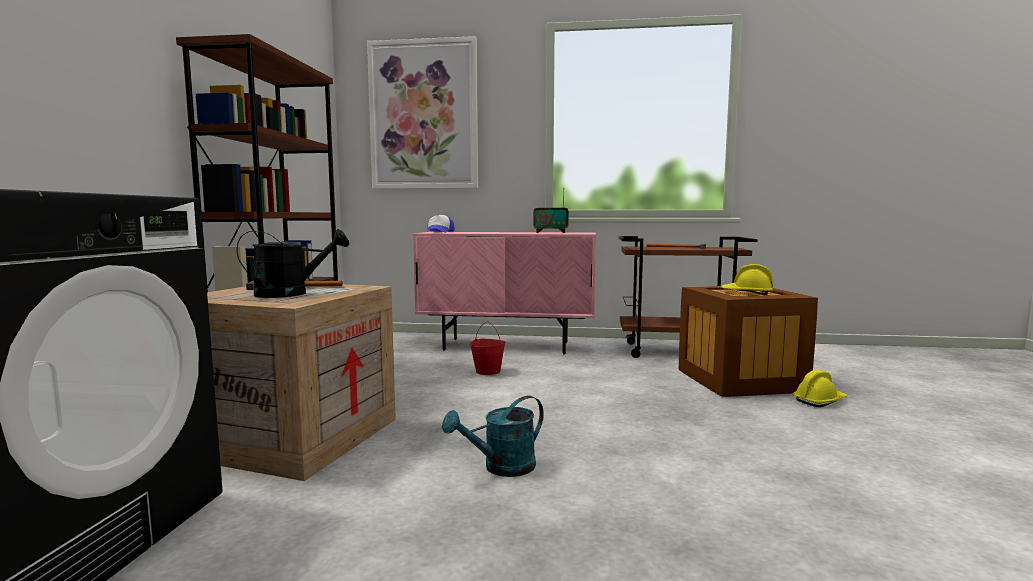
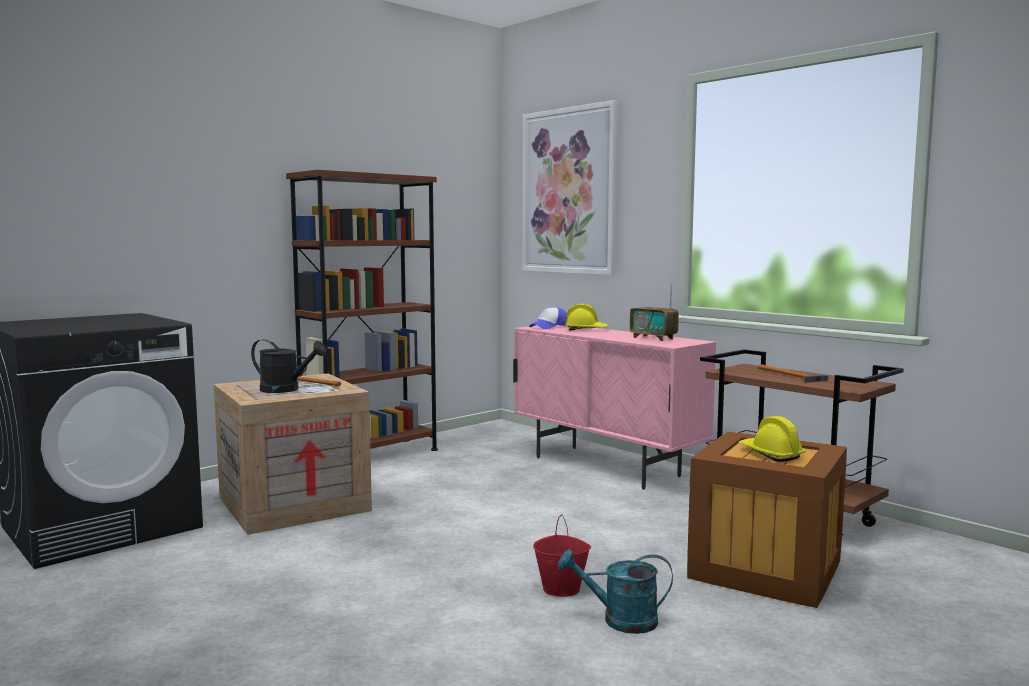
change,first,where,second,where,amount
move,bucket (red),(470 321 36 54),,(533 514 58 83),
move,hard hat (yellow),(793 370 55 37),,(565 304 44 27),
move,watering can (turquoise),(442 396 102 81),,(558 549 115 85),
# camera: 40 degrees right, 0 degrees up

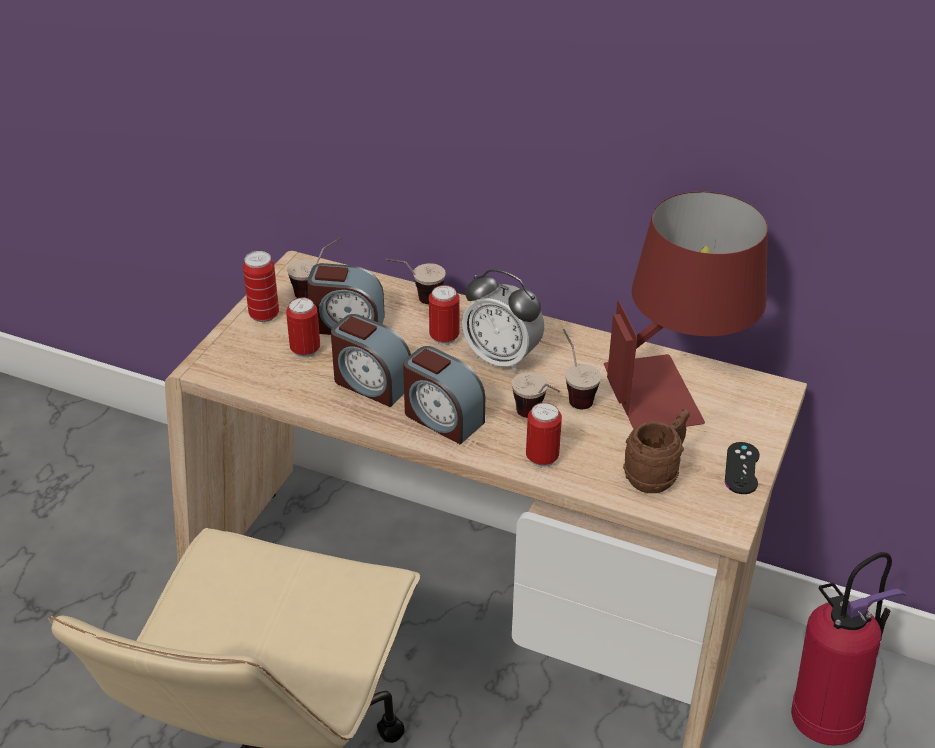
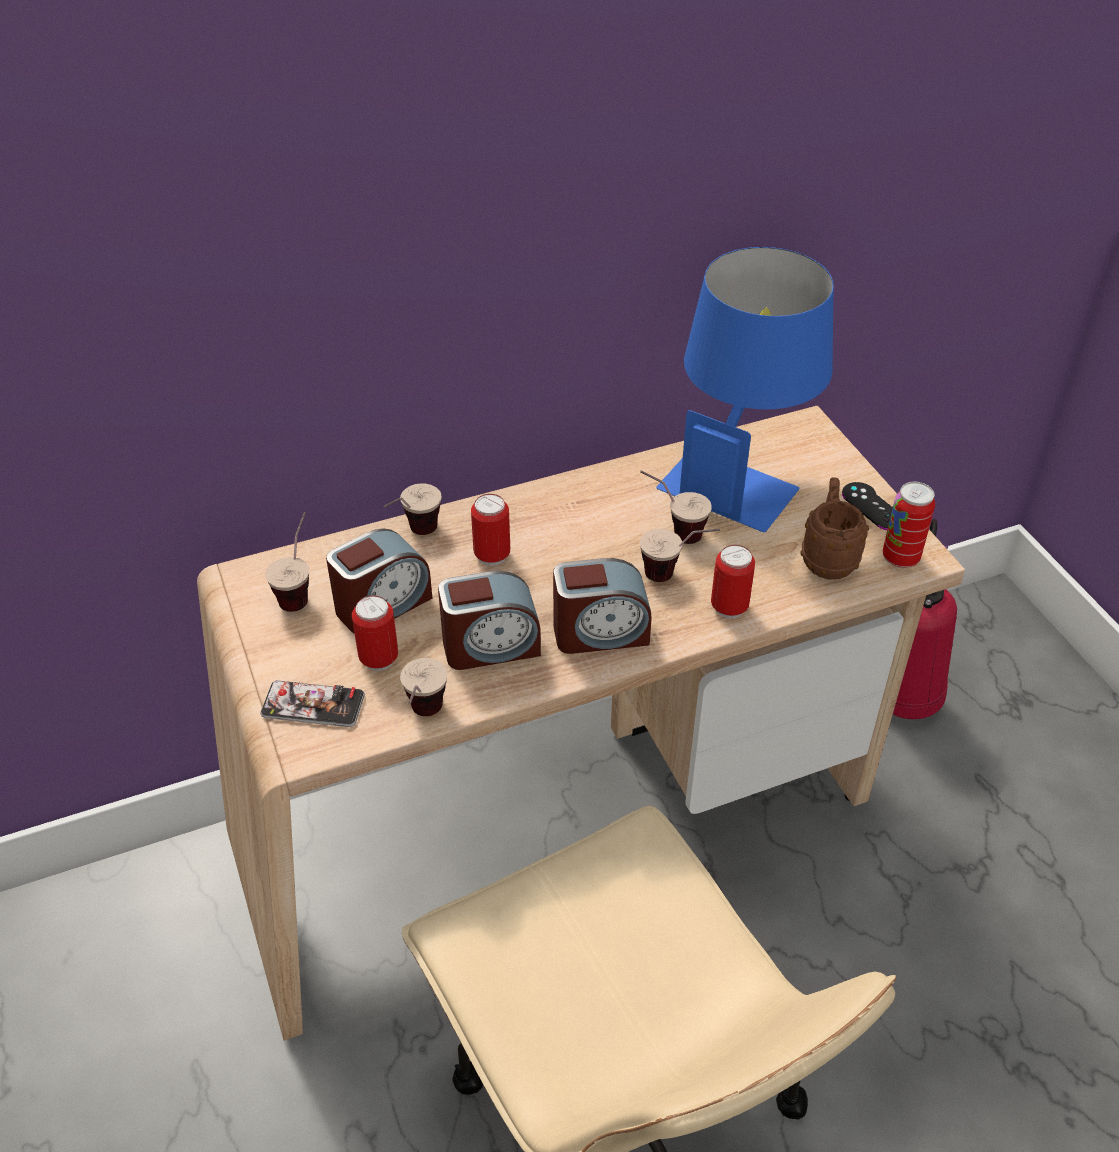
change,first,where,second,where,amount
recolor,table lamp (red),(604 191 164 238),table lamp (blue),(656 247 177 285),
move,can,(243 251 36 71),,(883 482 52 86),
delete,alarm clock,(462 269 82 104),,,
insert,,,cup,(400 658 47 58),
insert,,,phone,(260 680 105 47),
# camera: 45 degrees left, 5 degrees up

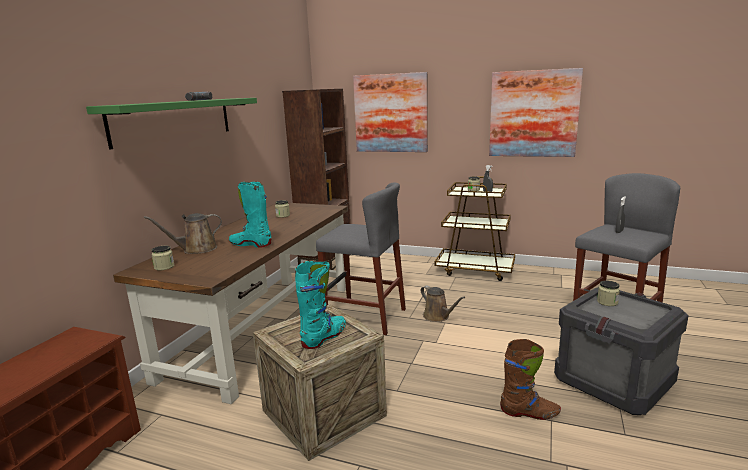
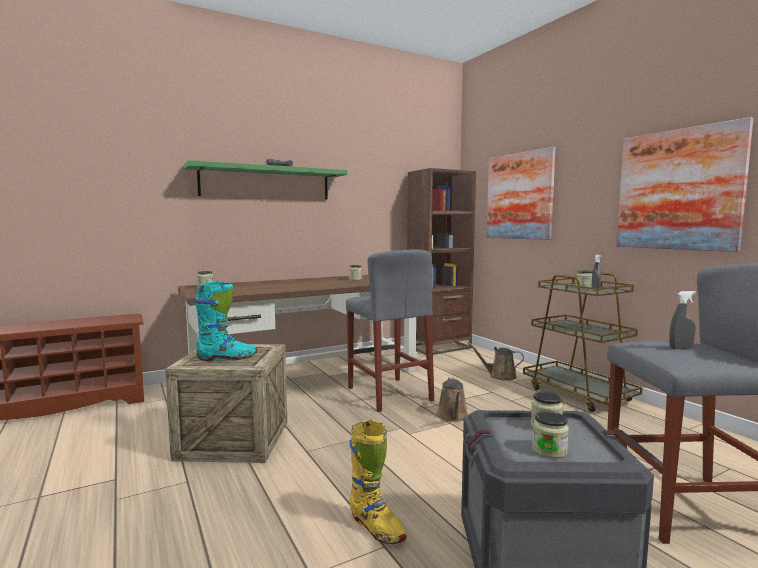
change,first,where,second,where,amount
delete,boot (turquoise),(229 182 42 66),,,
move,watering can (brown),(144 213 78 41),,(467 343 57 38),
recolor,boot (brown),(500 339 61 81),boot (yellow),(349 420 58 124),
insert,,,jar,(532 411 37 47),
# camera: 40 degrees right, 10 degrees down

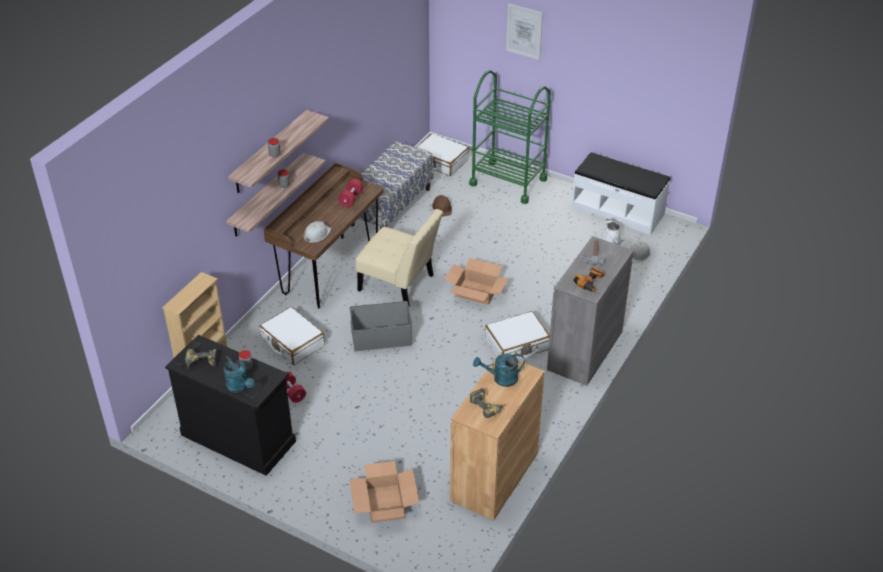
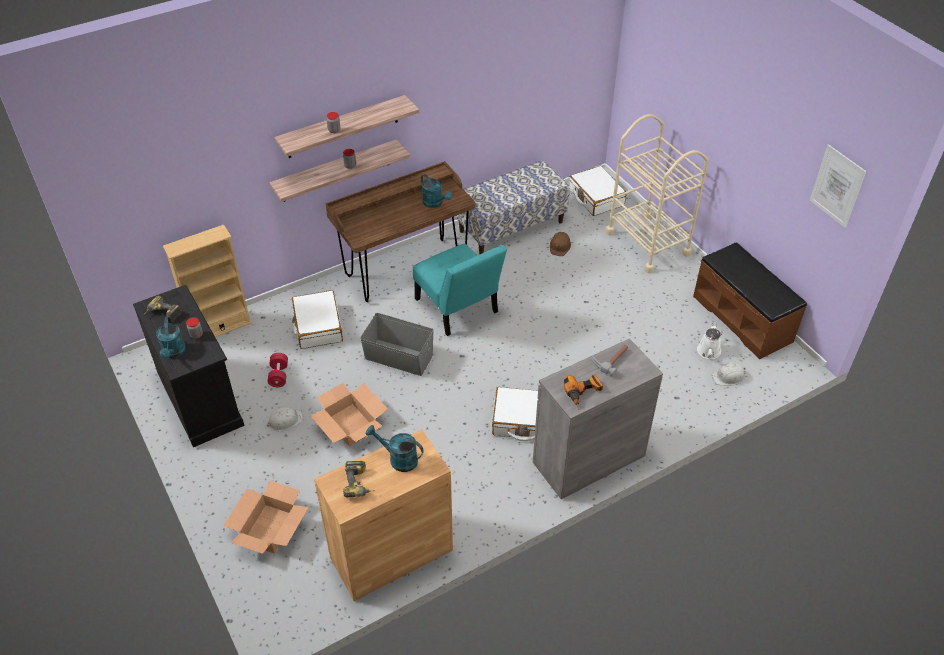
change,first,where,second,where,amount
move,picture,(506 4 37 56),,(810 144 56 83),
recolor,cart (green),(469 70 82 134),cart (beige),(605 114 104 159),
recolor,bench (white),(571 152 99 83),bench (brown),(693 242 114 118),
replace,dumbbell (red),(338 179 25 28),watering can (turquoise),(421 174 31 34),
recolor,chair (beige),(356 209 87 97),chair (turquoise),(413 244 94 92),
move,hard hat (white),(304 221 27 22),,(267 407 37 24),
move,cardboard box,(444 258 65 47),,(310 383 78 64),
# camera: 30 degrees right, 5 degrees up

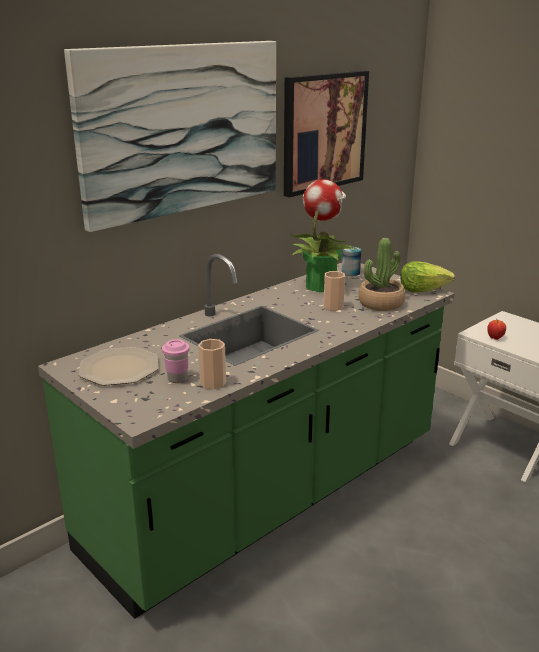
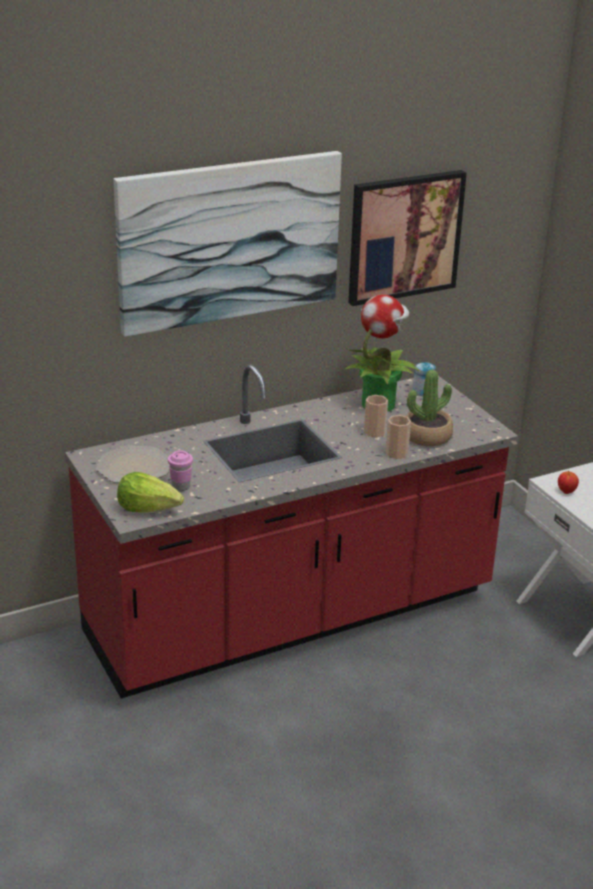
change,first,where,second,where,amount
recolor,counter (green),(38 254 416 365),counter (red),(65 365 453 333),
move,lettuce,(400 261 55 31),,(117 472 67 41),
move,cup,(198 339 28 50),,(385 415 26 44),
# camera: 15 degrees right, 5 degrees up

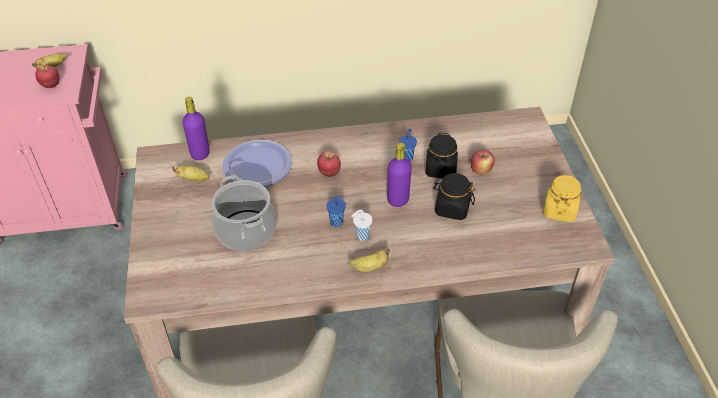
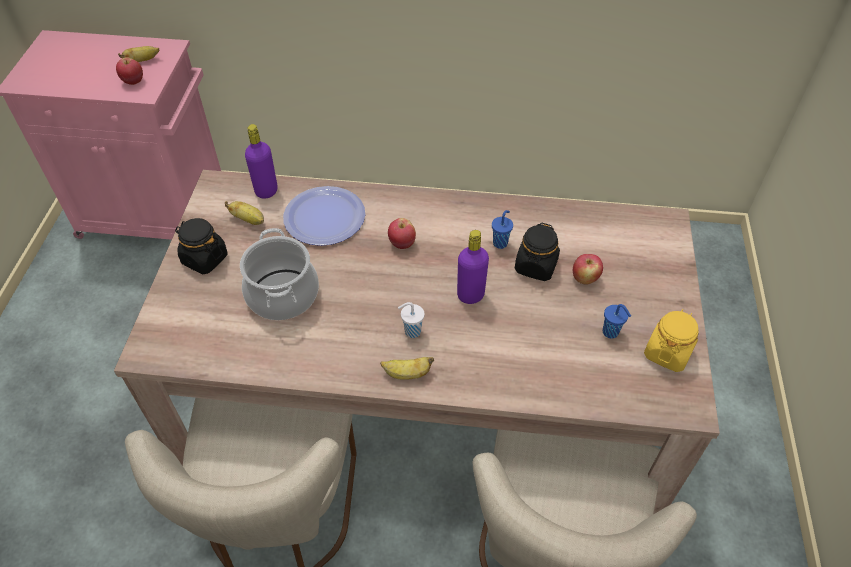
change,first,where,second,where,amount
move,jar (black),(433 173 42 47),,(175 218 52 56),
move,cup (blue),(326 196 20 31),,(603 304 28 34),
# camera: 15 degrees right, 5 degrees up

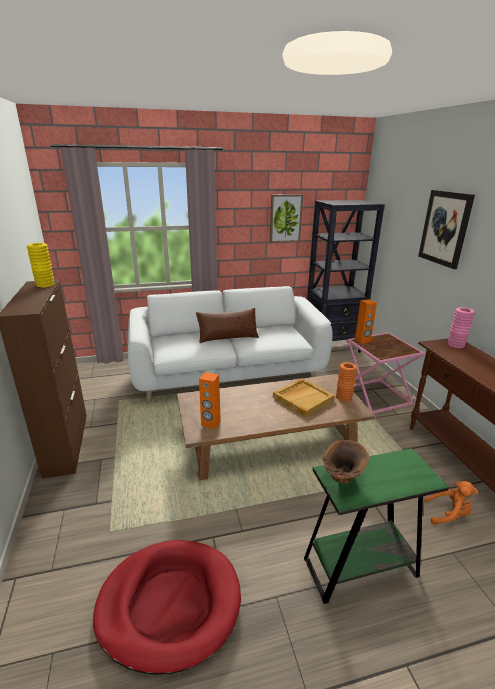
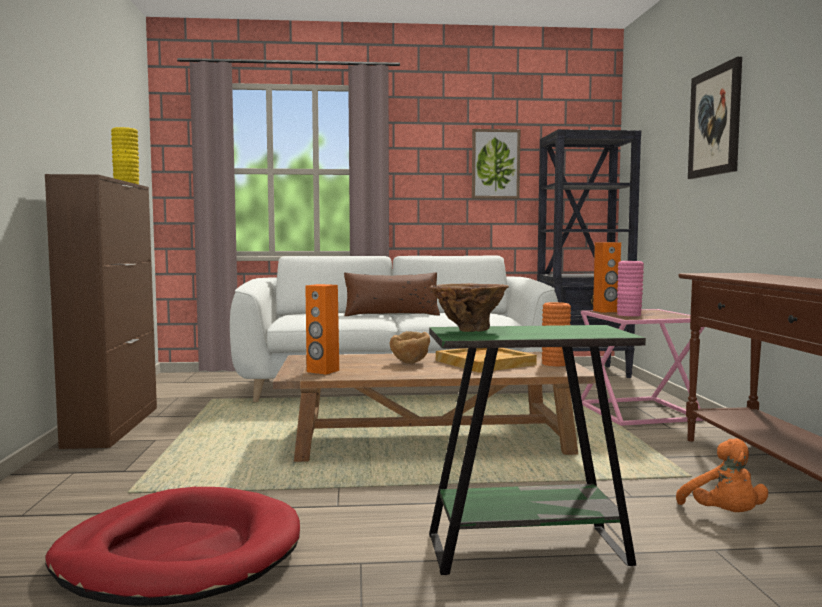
change,first,where,second,where,amount
move,vase (pink),(447 307 28 41),,(617 261 27 55),
rotate,plush toy (orange),(424 481 54 44),,(676 438 92 74),60 degrees clockwise
insert,,,bowl (brown),(390 331 40 33),
# camera: 10 degrees right, 20 degrees down

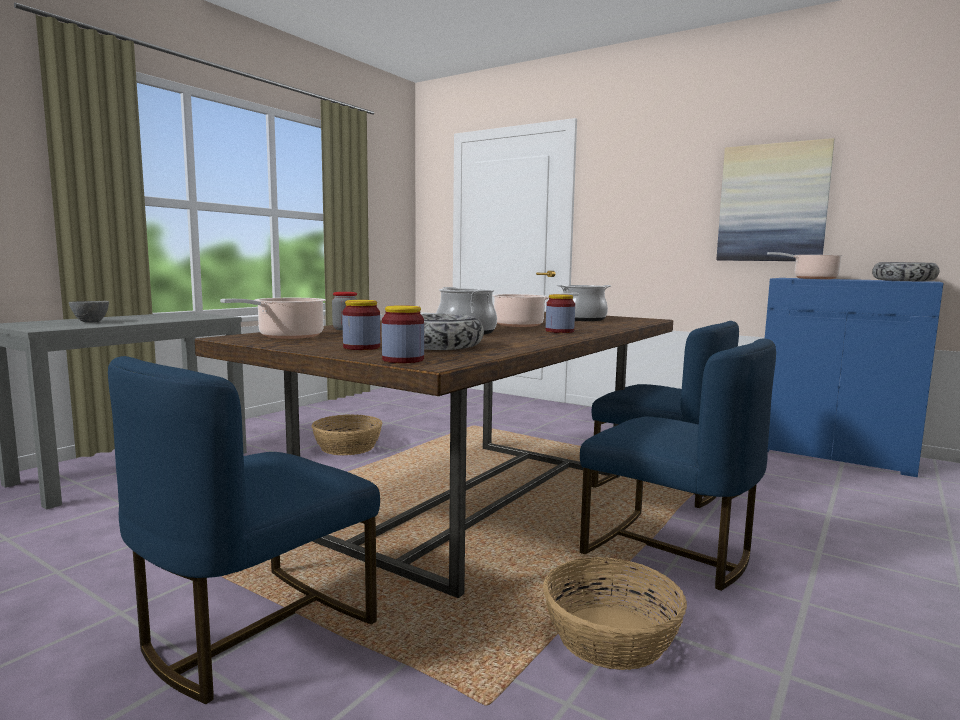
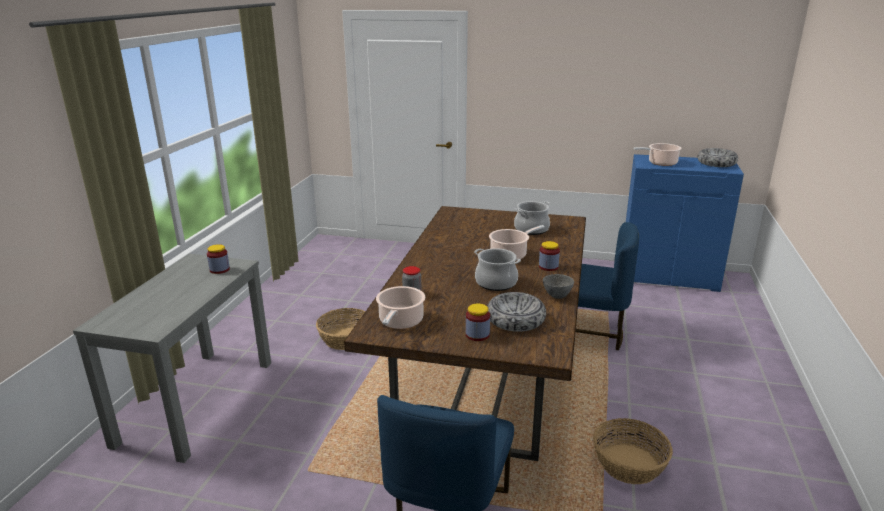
change,first,where,second,where,amount
delete,picture,(717 138 118 123),,,
move,bowl (grey),(69 301 40 21),,(543 274 31 25),
move,jar,(382 305 42 58),,(207 244 23 30),
delete,chair (blue),(580 339 196 252),,,
# camera: 20 degrees left, 15 degrees up

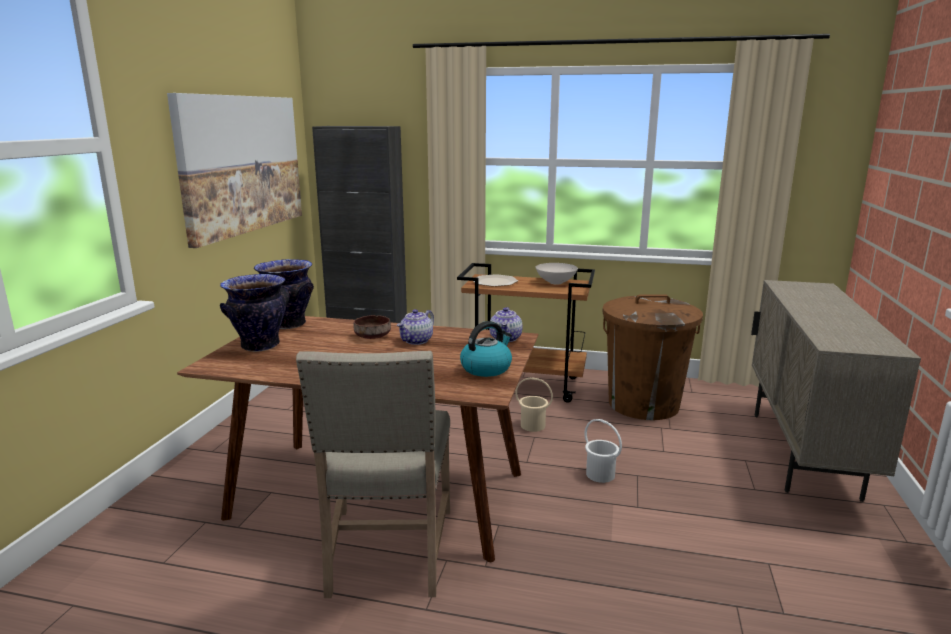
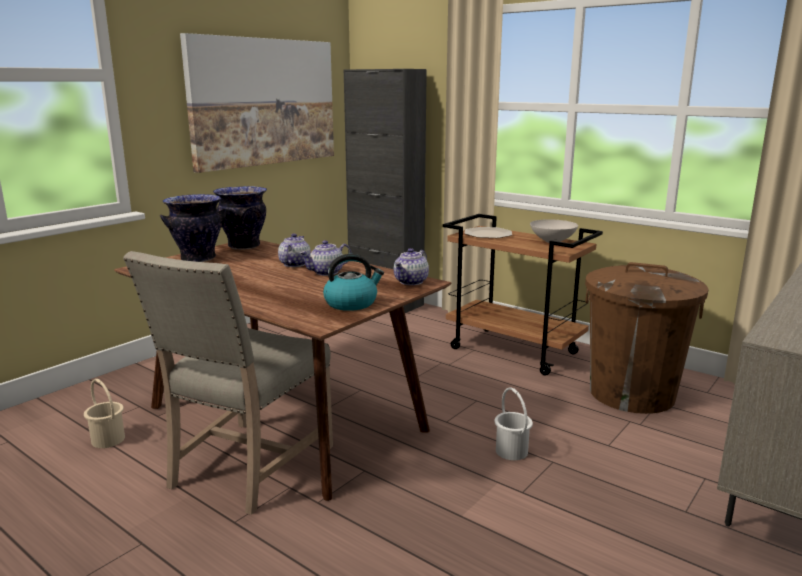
change,first,where,second,where,amount
replace,bowl (brown),(354 315 37 24),teapot,(278 234 33 33),
move,bucket (beige),(515 377 38 55),,(84 379 41 69),
# camera: 25 degrees right, 0 degrees up

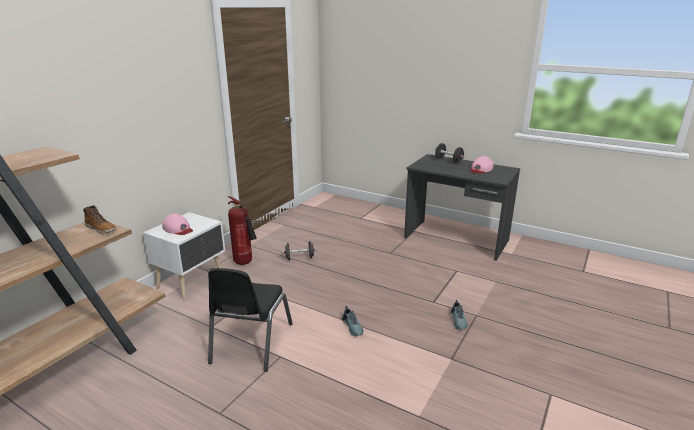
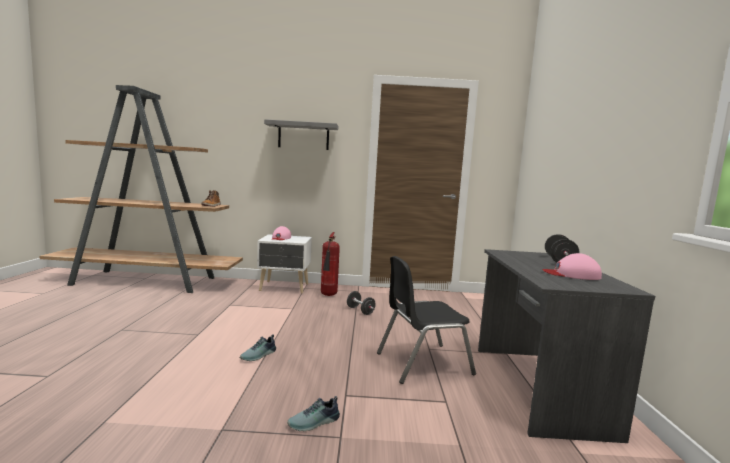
change,first,where,second,where,amount
move,chair (black),(208 268 85 104),,(377 256 99 128),
insert,,,shelf (grey),(264 119 74 31),
# camera: 60 degrees right, 15 degrees down

